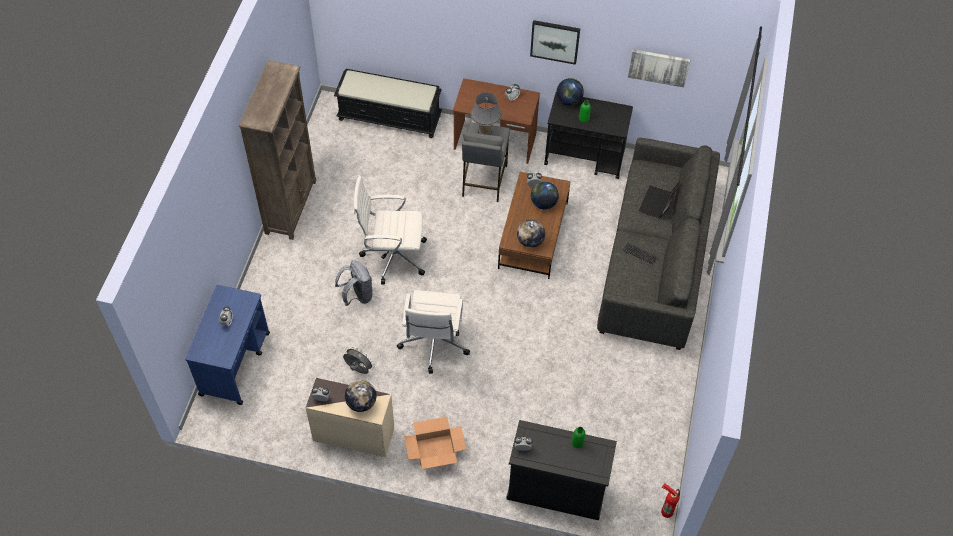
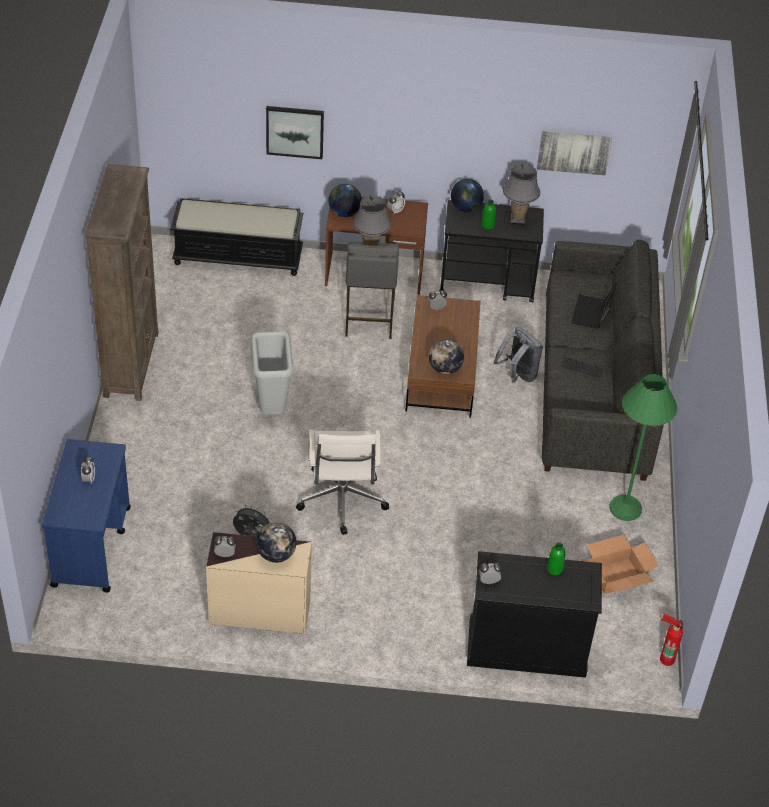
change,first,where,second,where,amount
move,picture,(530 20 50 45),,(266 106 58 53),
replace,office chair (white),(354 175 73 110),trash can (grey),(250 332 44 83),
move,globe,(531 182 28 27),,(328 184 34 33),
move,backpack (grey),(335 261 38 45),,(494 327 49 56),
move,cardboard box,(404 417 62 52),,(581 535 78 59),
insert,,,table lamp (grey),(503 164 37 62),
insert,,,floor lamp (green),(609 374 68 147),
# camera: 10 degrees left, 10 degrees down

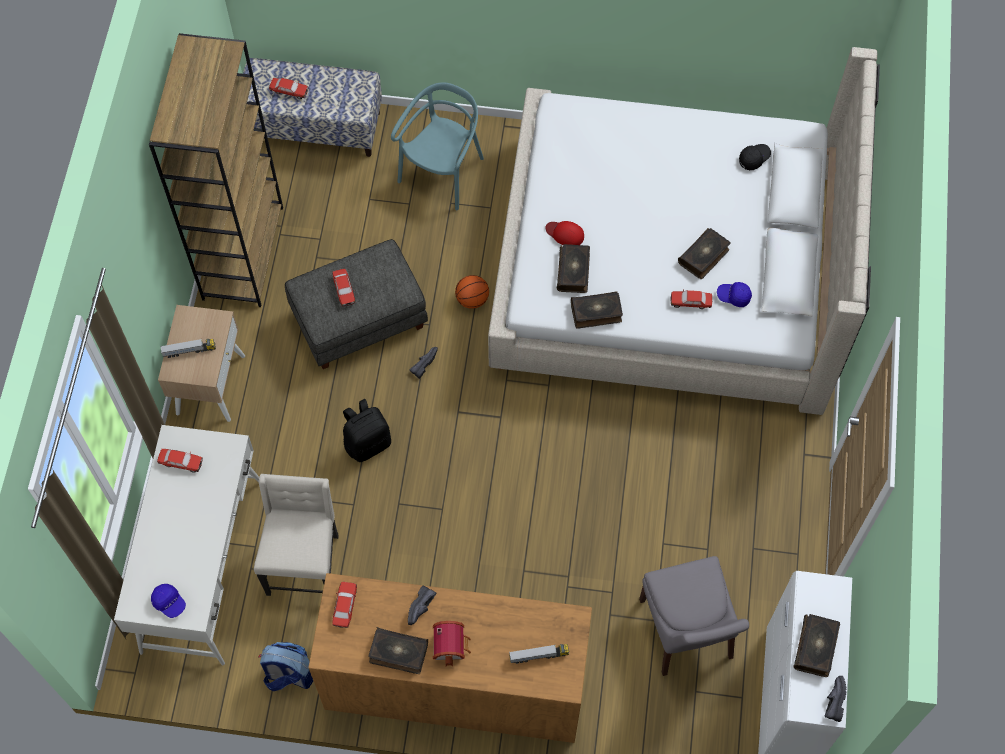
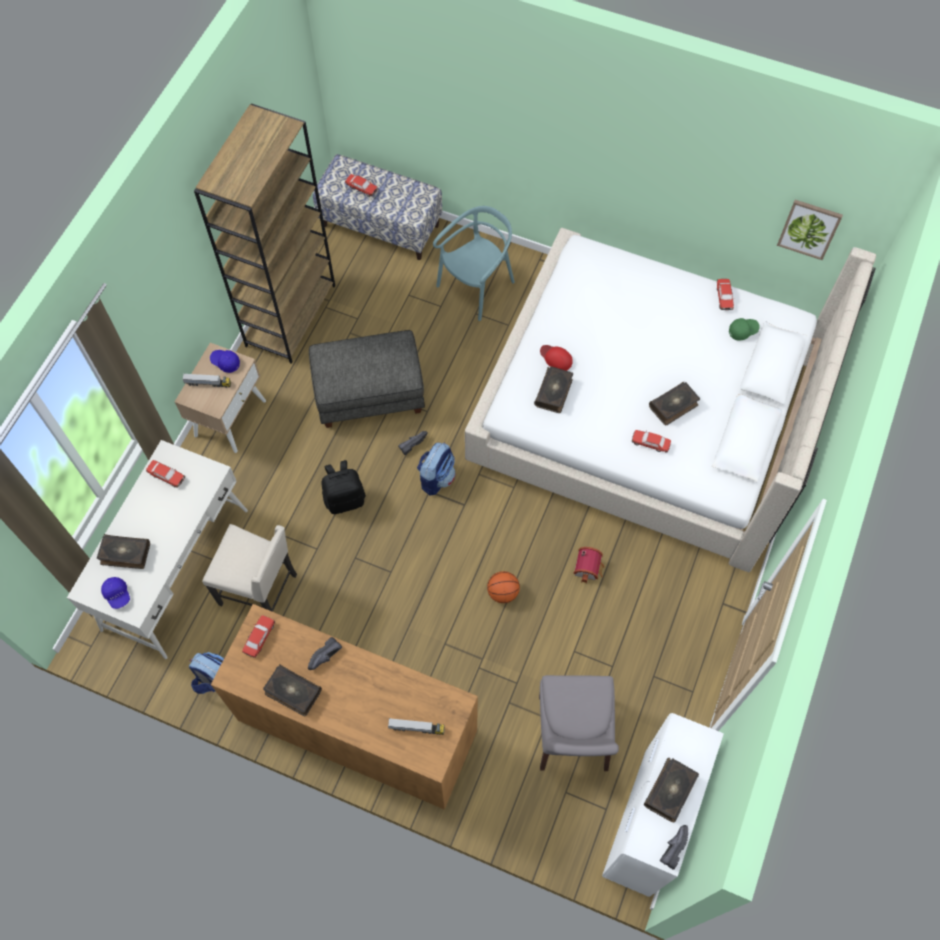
change,first,where,second,where,amount
recolor,cap (black),(739 144 32 26),cap (green),(729 318 31 23),
move,toy car,(333 269 23 38),,(717 279 18 31),
move,basketball,(455 275 34 34),,(487 571 33 32),
move,cap (blue),(717 282 35 25),,(210 350 30 23),
move,book,(571 291 52 38),,(97 534 53 35),
rotate,chair (beige),(254 474 85 122),,(202 524 95 88),90 degrees clockwise
move,toy house,(433 621 38 45),,(573 547 32 36),
insert,,,picture,(777 200 66 60),
insert,,,backpack,(417 442 39 53),
# camera: 15 degrees right, 0 degrees up

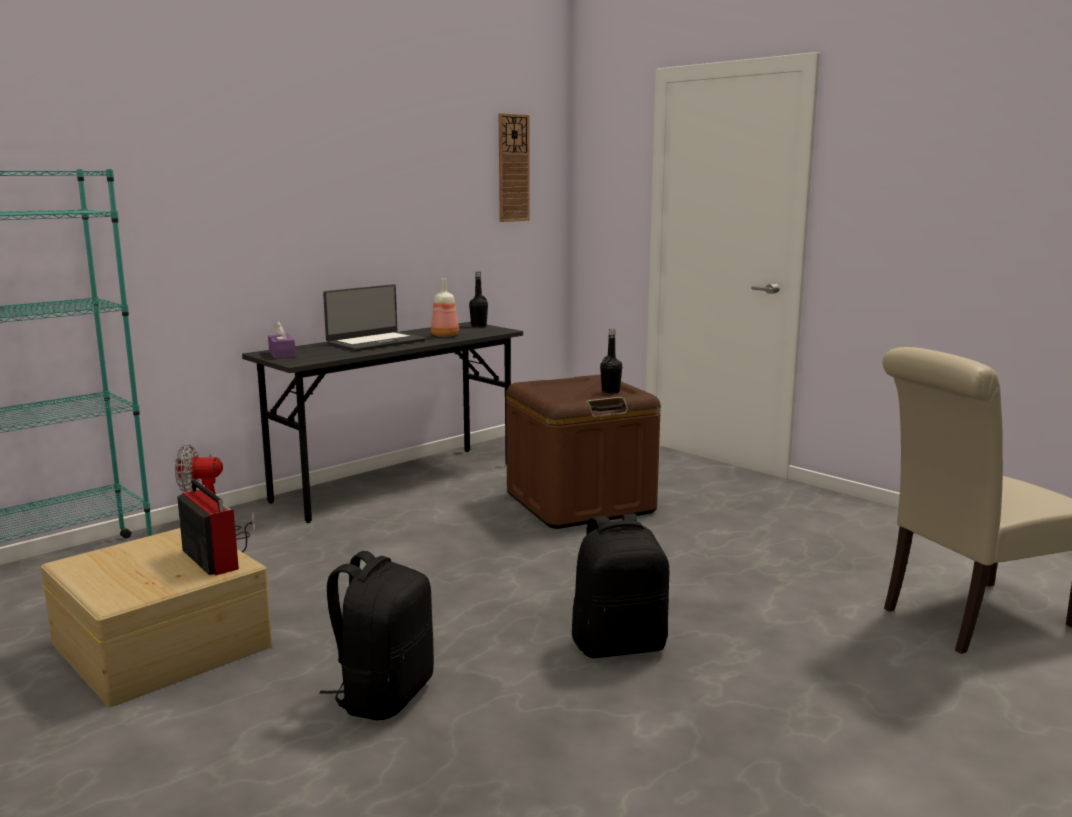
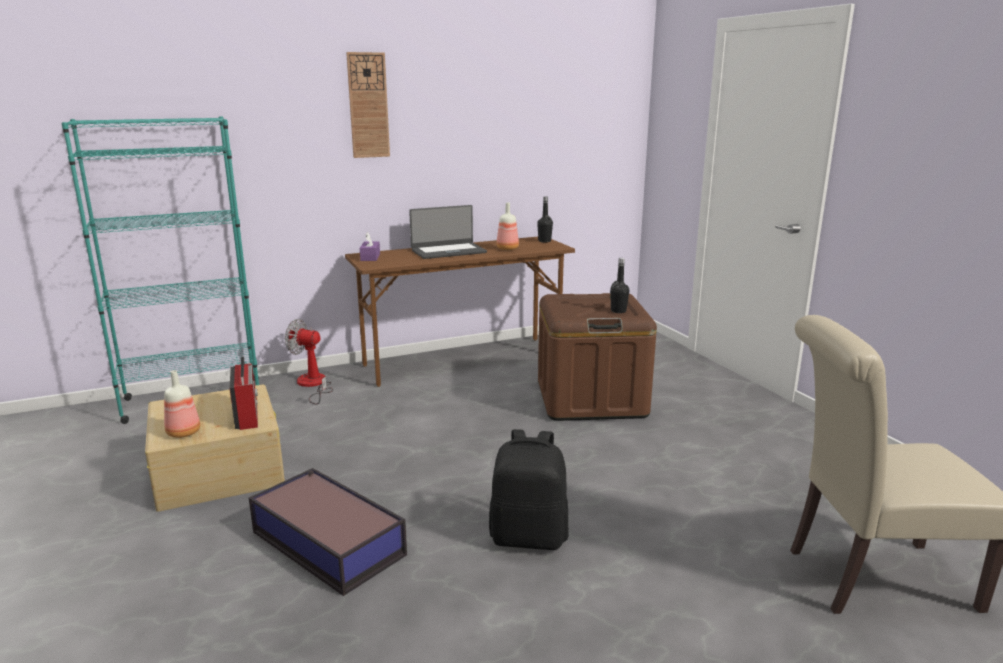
change,first,where,second,where,amount
move,wall clock,(499 113 31 109),,(346 52 44 106),
recolor,desk (grey),(242 322 281 201),desk (brown),(345 237 230 150),
replace,backpack (black),(319 551 115 169),storage box,(249 468 158 128),
insert,,,bottle,(164 370 36 68),
# camera: 20 degrees right, 5 degrees up

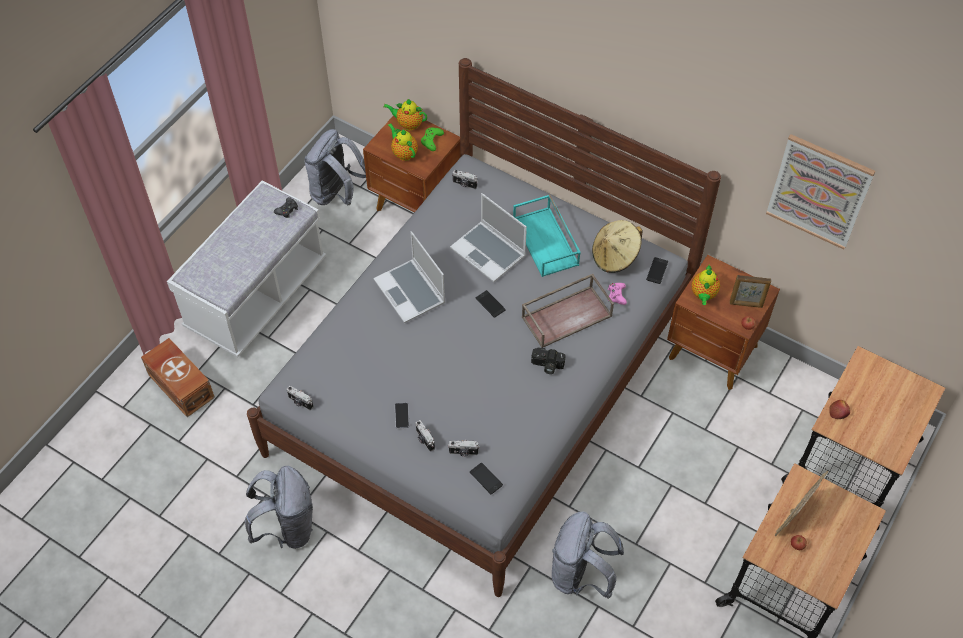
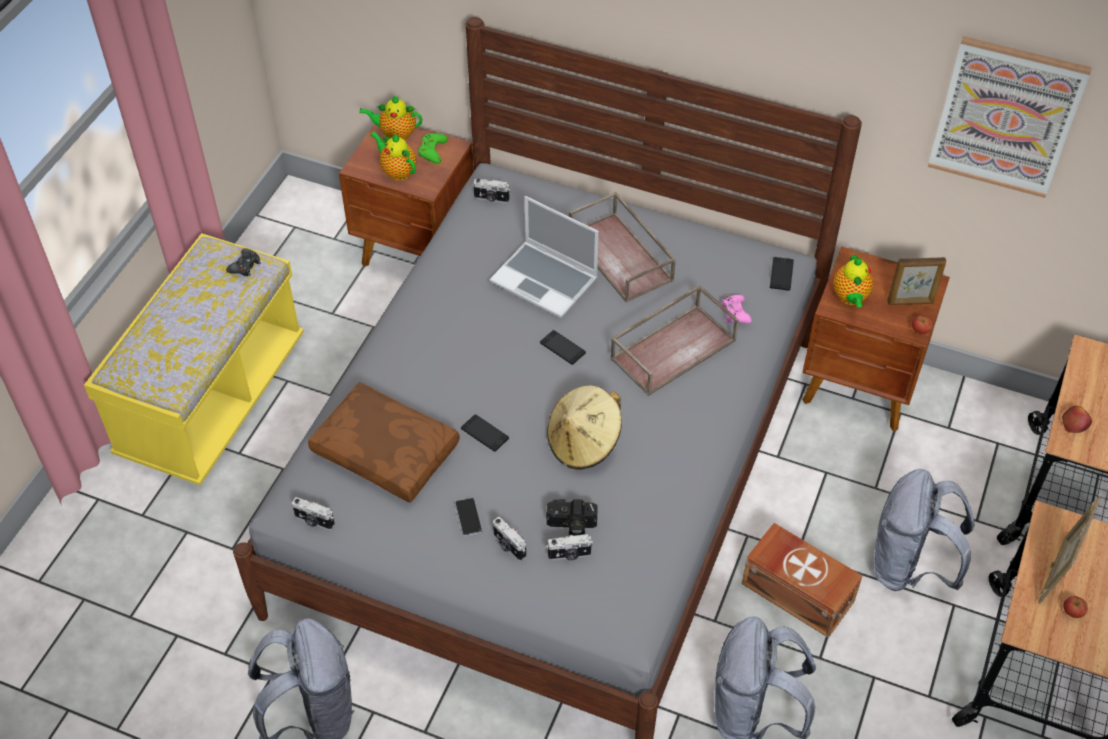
change,first,where,second,where,amount
move,backpack (grey),(304 129 62 76),,(874 469 101 122),
recolor,bench (white),(167 181 159 176),bench (yellow),(84 233 220 252),
recolor,tray (turquoise),(513 194 68 83),tray (brown),(569 192 107 111),
move,hat (beige),(592 220 51 53),,(547 385 75 85),
delete,laptop,(374 231 71 92),,,
move,storage box (brown),(141 338 74 79),,(741 523 121 115),
move,photo camera,(531 347 35 27),,(546 499 52 37),
move,phone,(470 463 33 31),,(461 414 48 38),
insert,,,pillow (brown),(308 382 152 121),
# camera: 10 degrees left, 5 degrees down

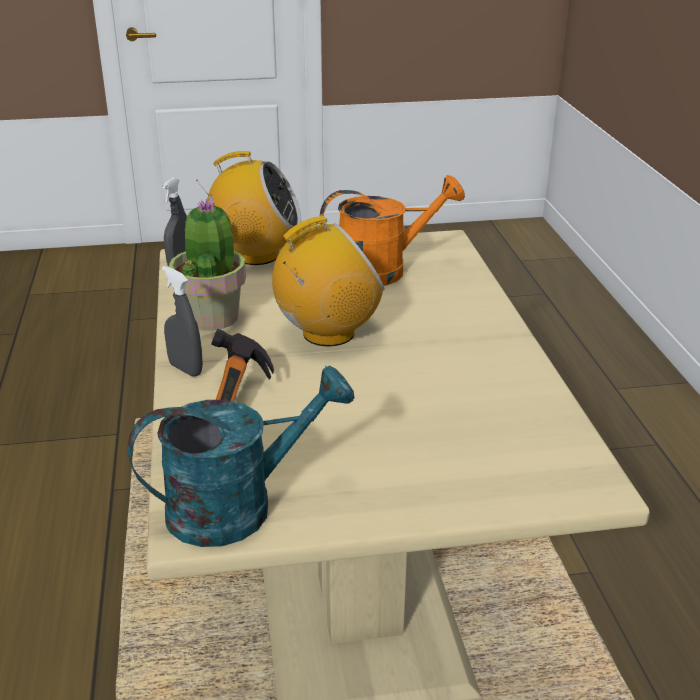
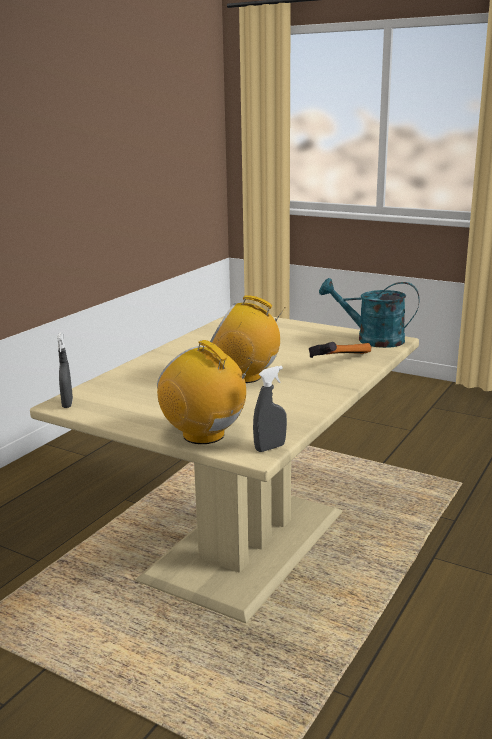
change,first,where,second,where,amount
delete,watering can (orange),(320 175 145 111),,,
delete,potted plant,(169 199 77 132),,,
move,spray bottle (grey),(162 266 41 111),,(57 332 16 76),
# camera: 140 degrees left, 10 degrees down

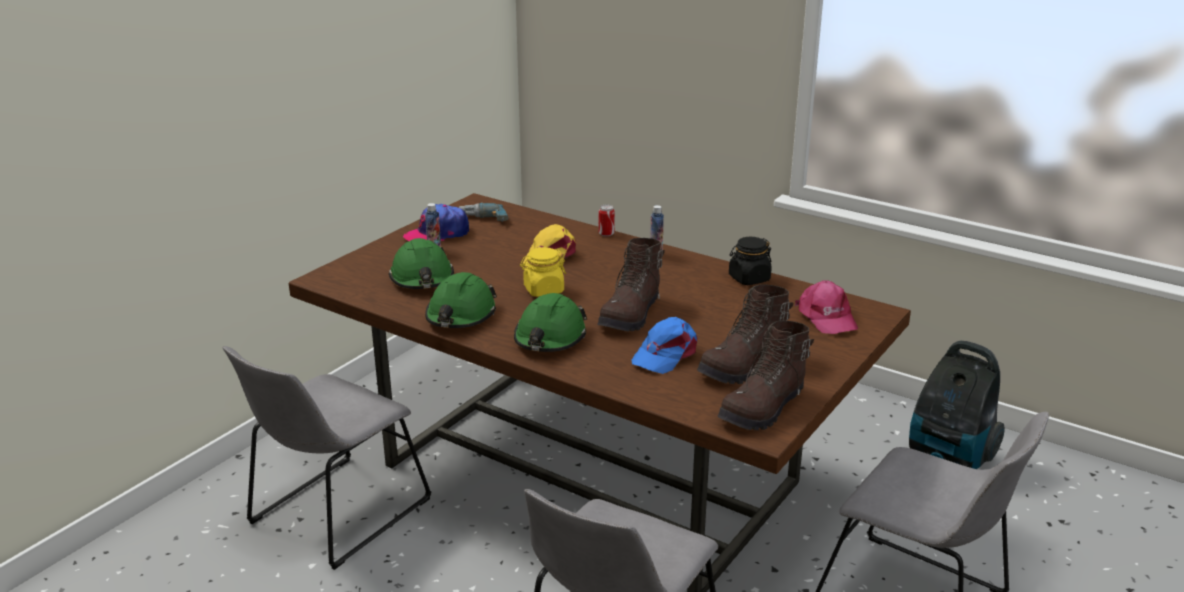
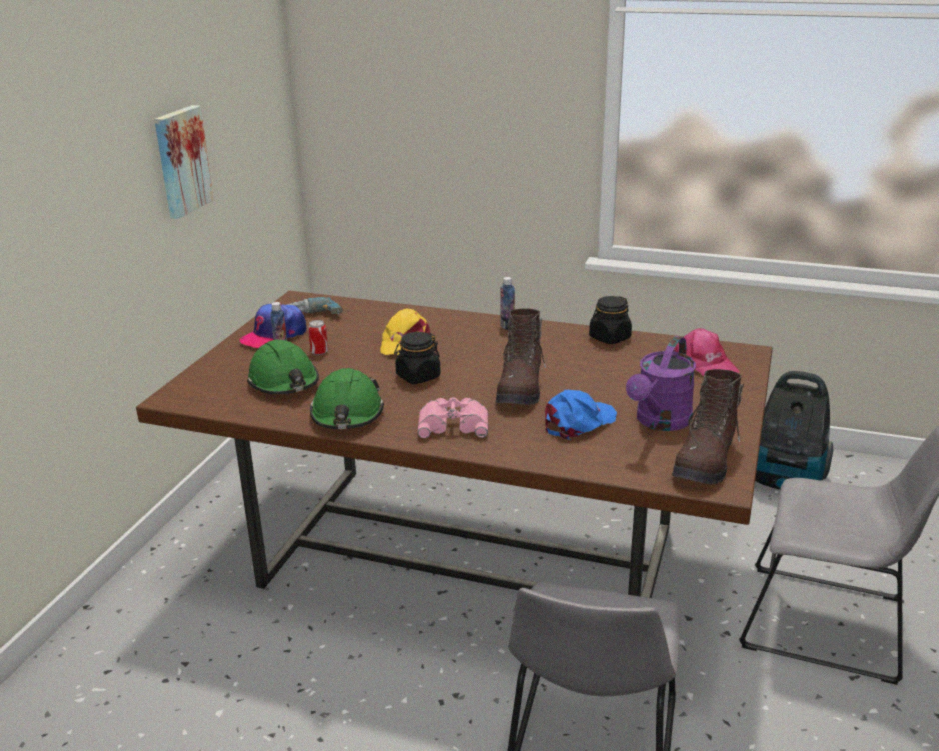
change,first,where,second,where,amount
move,can,(599 204 16 33),,(308 320 20 35),
recolor,jar (yellow),(520 247 46 50),jar (black),(394 332 47 52),
replace,boot (brown),(697 284 96 100),watering can (purple),(626 336 70 95),
replace,hard hat (green),(514 293 73 59),binoculars (pink),(418 397 70 41),
rotate,cap (blue),(632 317 65 57),,(545 390 72 50),150 degrees counterclockwise
delete,chair (grey),(222 346 209 224),,,
insert,,,picture,(154 105 60 114),
# camera: 15 degrees left, 0 degrees up

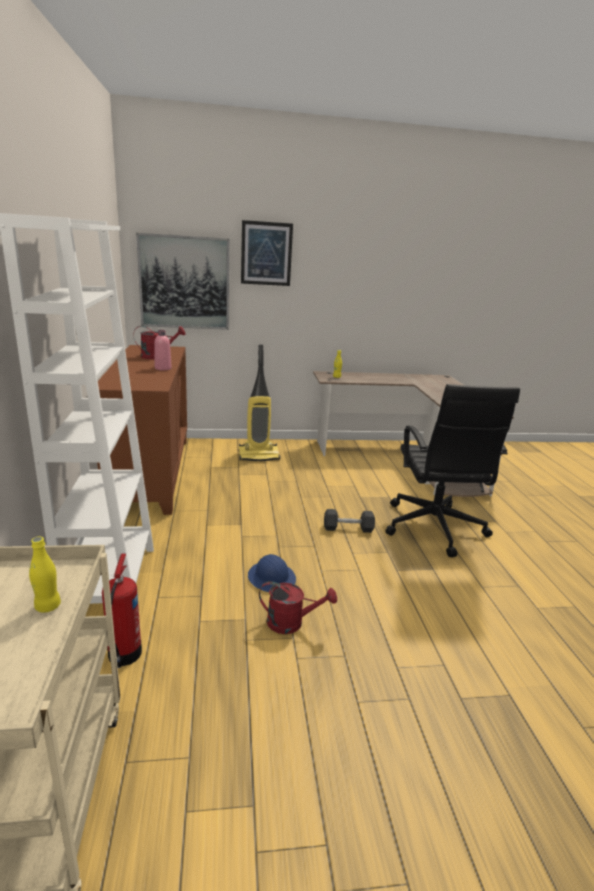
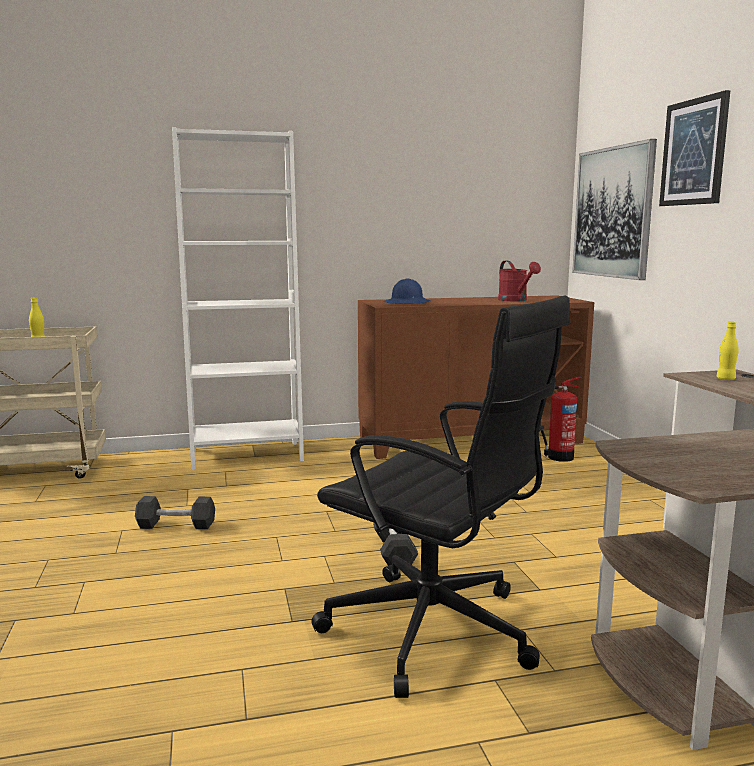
change,first,where,second,where,amount
delete,bottle (pink),(154 330 18 40),,,
delete,vacuum cleaner,(239 345 41 117),,,
rotate,office chair (black),(385 384 135 173),,(311 296 259 402),135 degrees counterclockwise
move,fire extinguisher,(102 553 40 115),,(540 376 42 86),
move,hard hat (blue),(248 554 48 38),,(383 279 48 25),
replace,watering can (red),(259 581 78 53),dumbbell (black),(135 496 80 33),
# camera: 85 degrees right, 10 degrees down

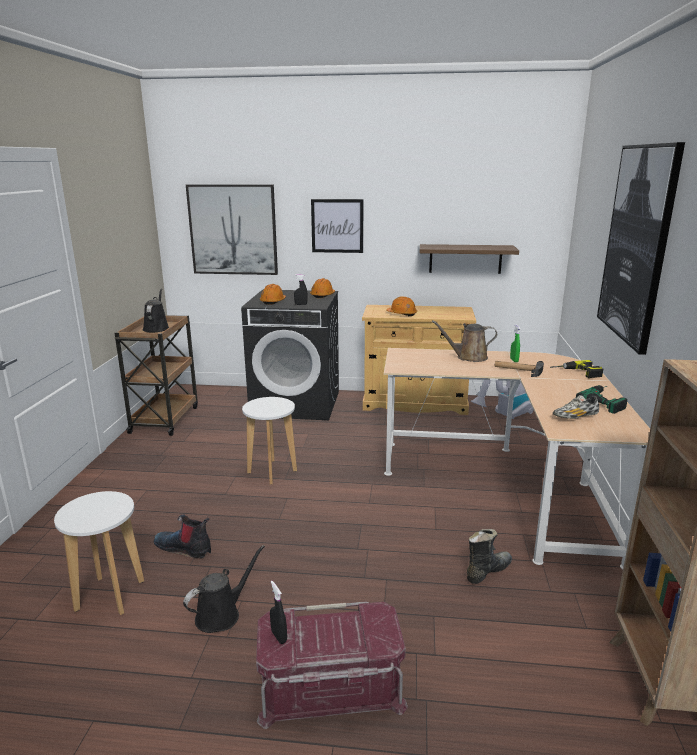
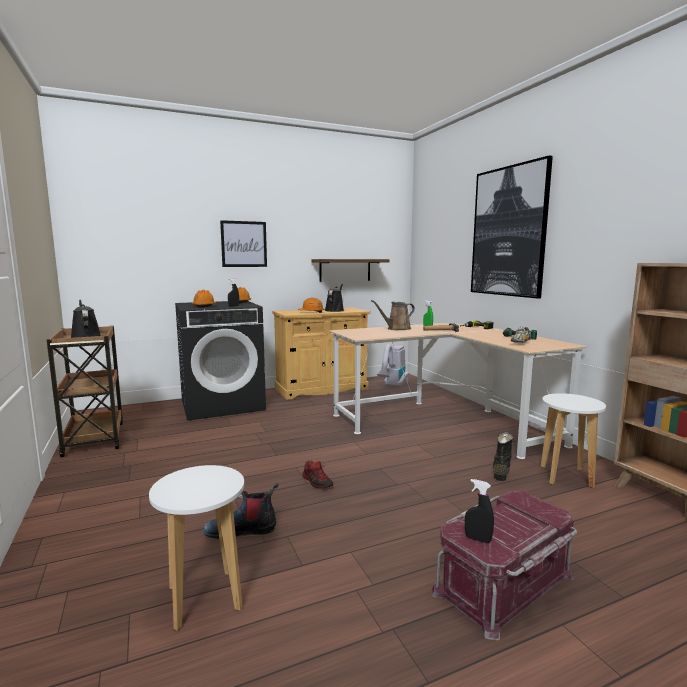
change,first,where,second,where,amount
delete,picture,(186 184 92 91),,,
move,stool (white),(242 397 55 88),,(541 393 65 95),
move,watering can (black),(183 545 82 88),,(324 284 20 28),
insert,,,shoe,(302 461 31 27),
# camera: 30 degrees left, 10 degrees down

